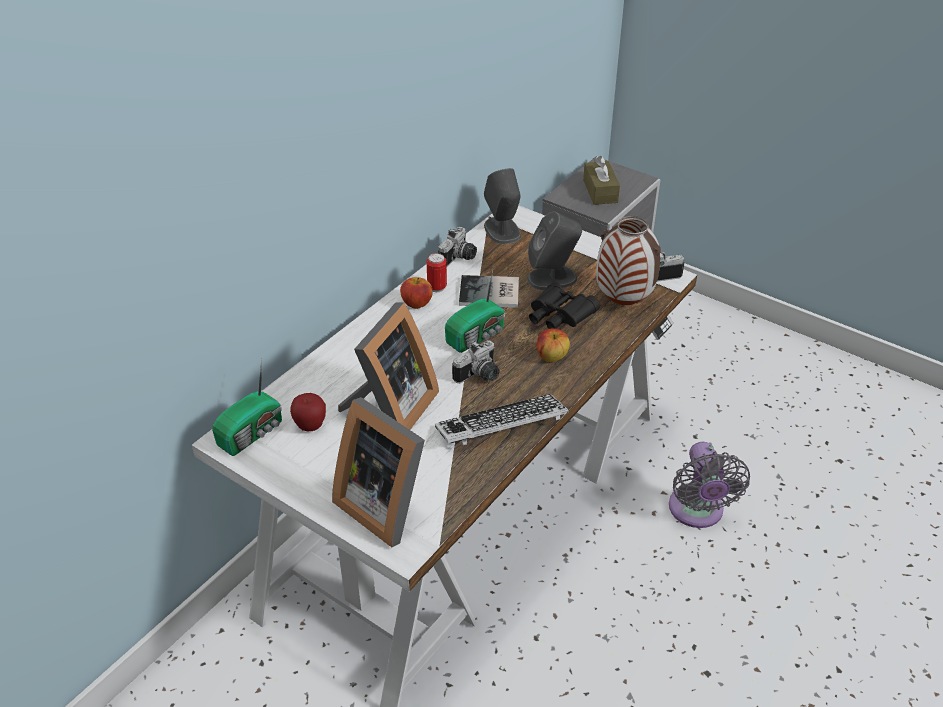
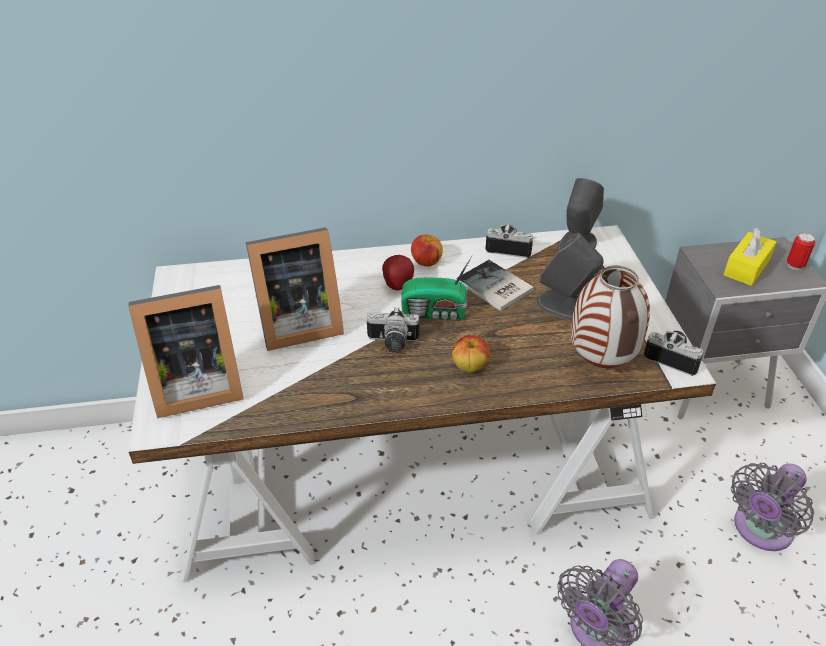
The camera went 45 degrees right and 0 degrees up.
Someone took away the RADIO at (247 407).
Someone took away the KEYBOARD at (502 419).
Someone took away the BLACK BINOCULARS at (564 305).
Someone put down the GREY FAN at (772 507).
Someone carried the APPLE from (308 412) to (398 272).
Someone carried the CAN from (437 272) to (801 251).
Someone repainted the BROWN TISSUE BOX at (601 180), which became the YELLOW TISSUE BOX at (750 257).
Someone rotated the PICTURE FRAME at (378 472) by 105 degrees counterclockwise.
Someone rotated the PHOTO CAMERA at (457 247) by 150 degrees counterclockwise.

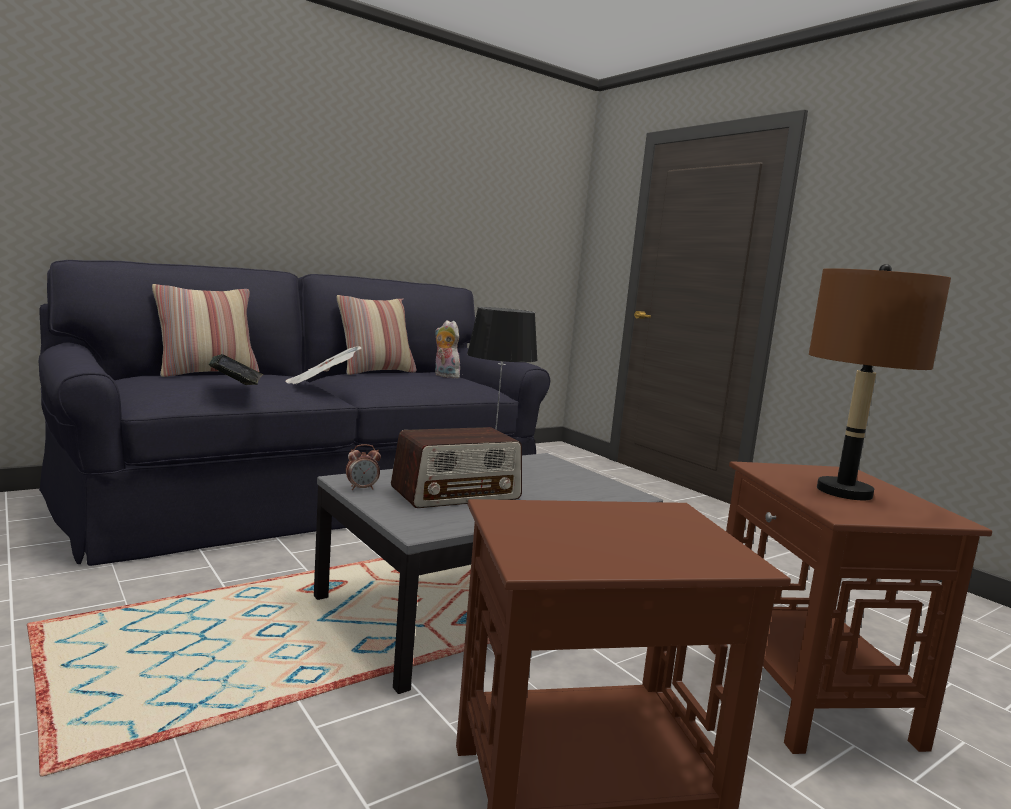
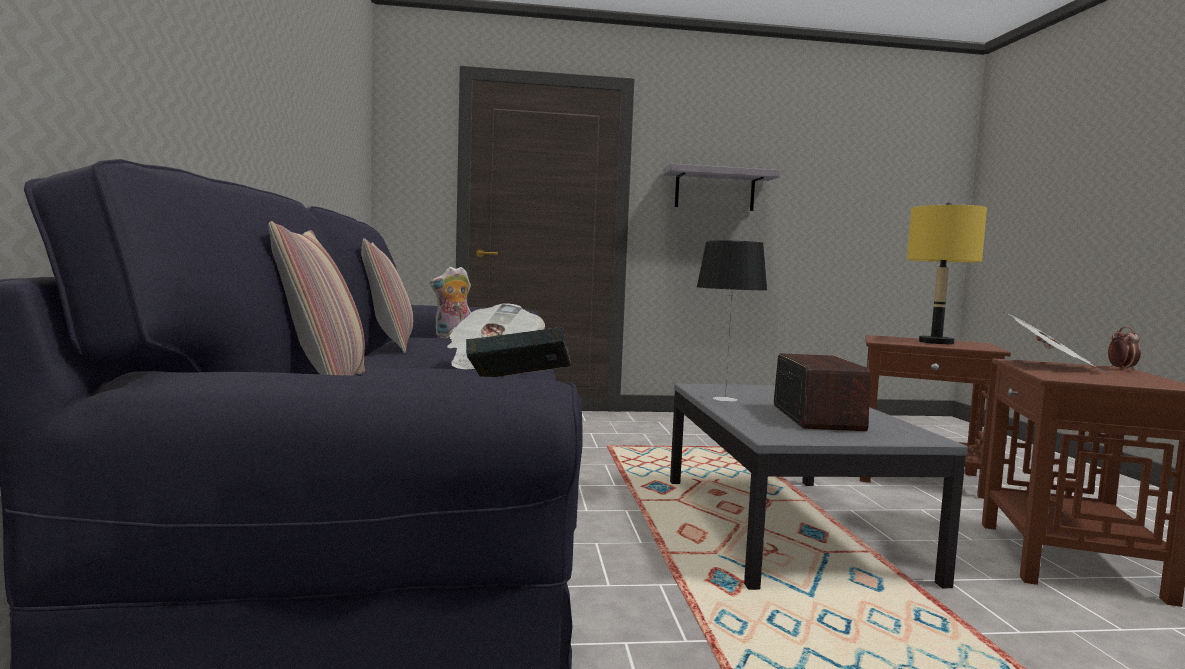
The camera went 60 degrees left and 5 degrees down.
Someone put up the GREY SHELF at (721 187).
Someone put down the NEWSPAPER at (1056 342).
Someone carried the ALARM CLOCK from (363 467) to (1124 349).
Someone repainted the BROWN TABLE LAMP at (880 382), which became the YELLOW TABLE LAMP at (947 273).

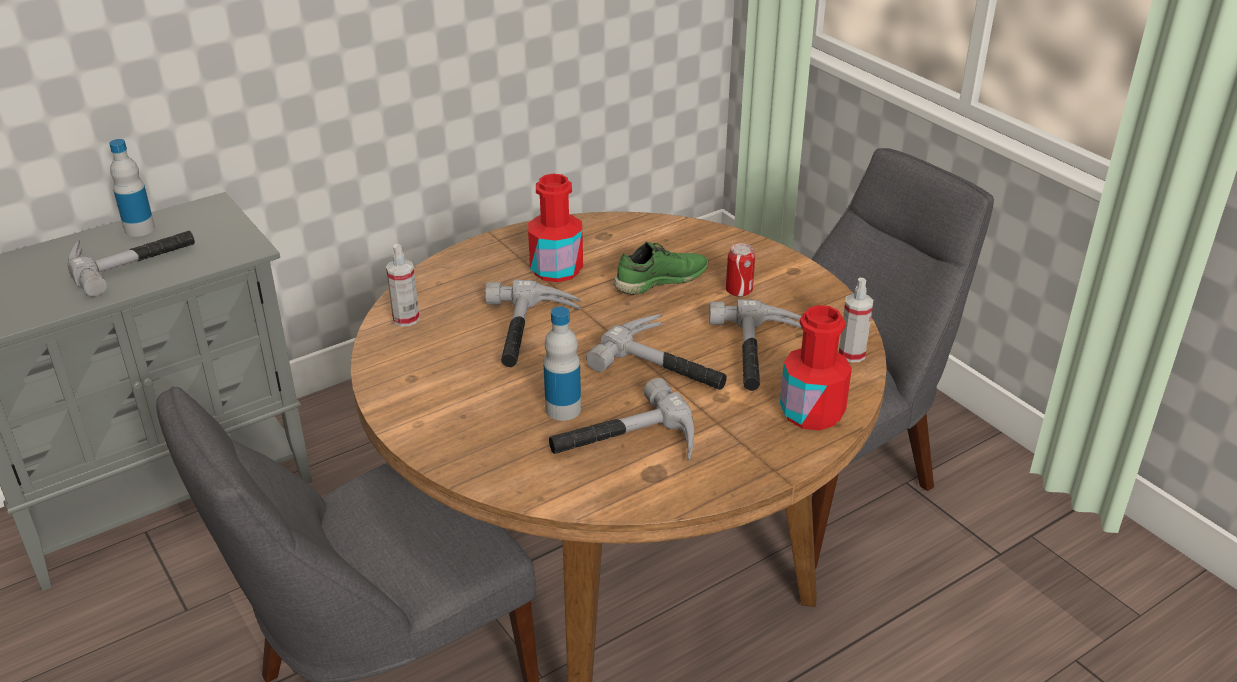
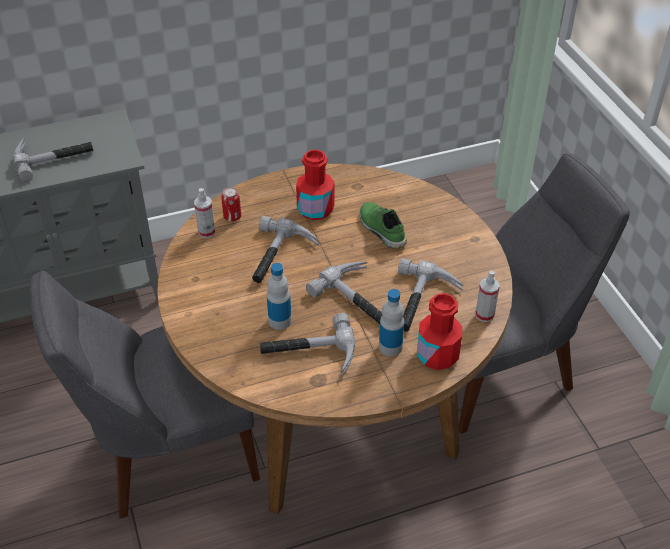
The camera went 15 degrees right and 10 degrees up.
Someone carried the BOTTLE from (132 188) to (392 322).
Someone carried the CAN from (740 270) to (231 204).
Someone rotated the GREEN SHOE at (661 268) by 105 degrees counterclockwise.

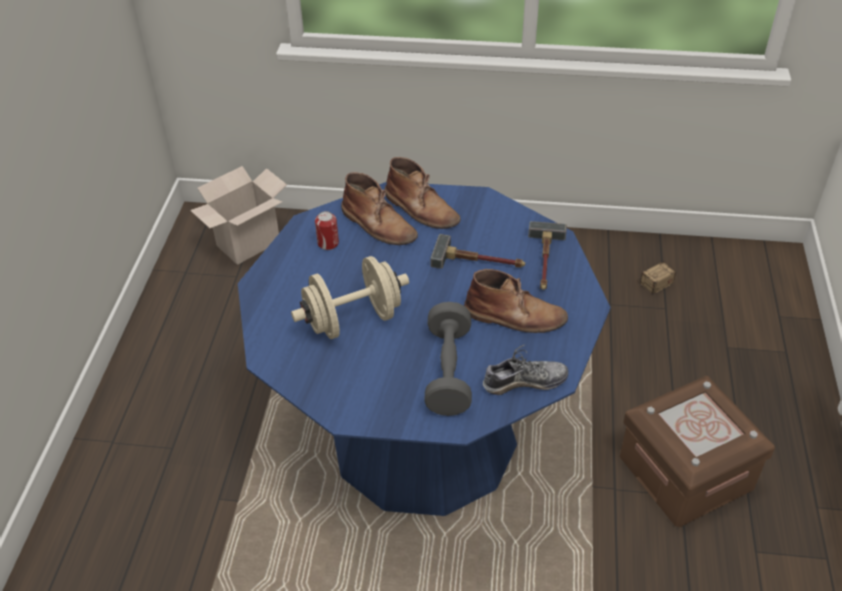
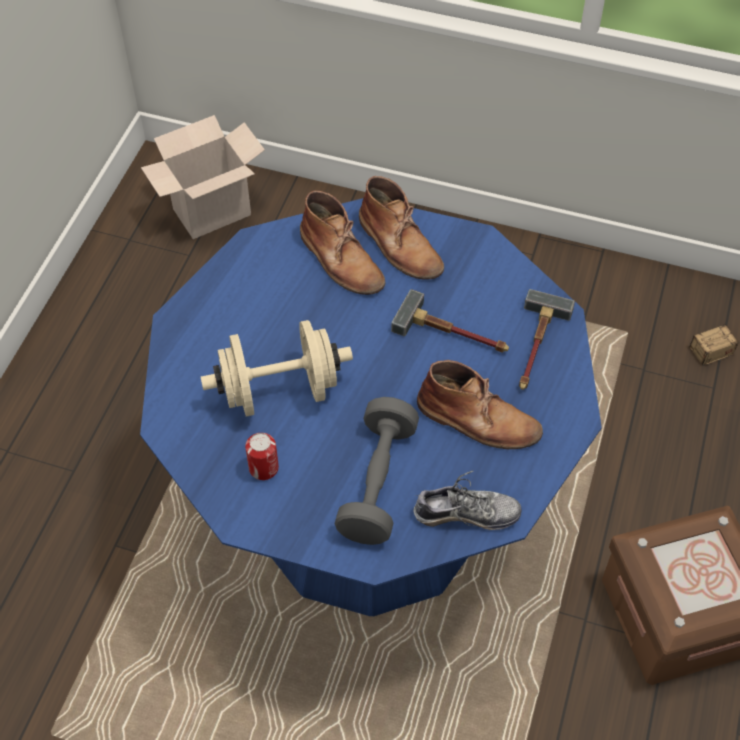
The camera went 10 degrees right and 10 degrees up.
Someone carried the CAN from (327 230) to (262 456).

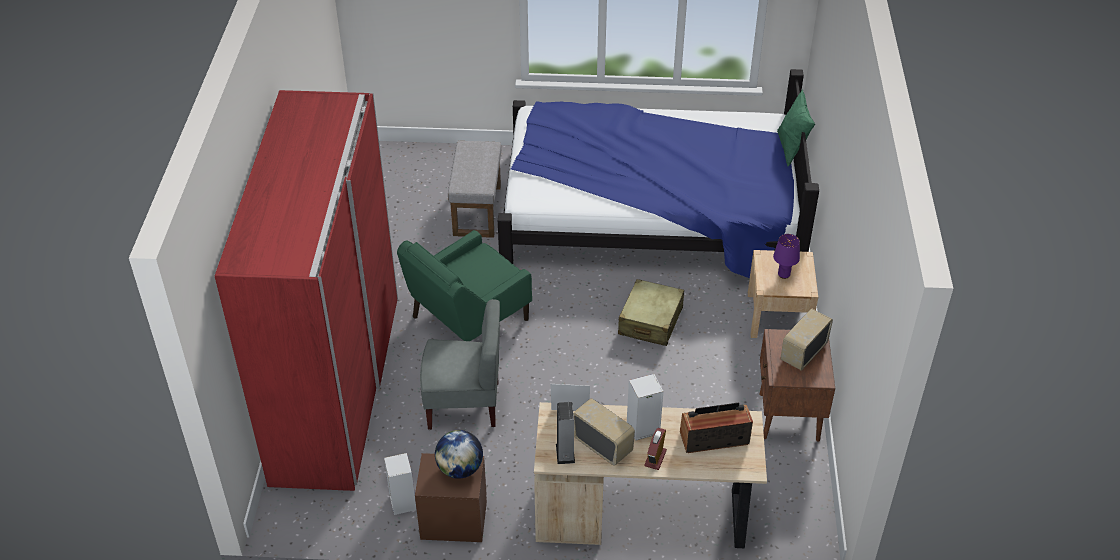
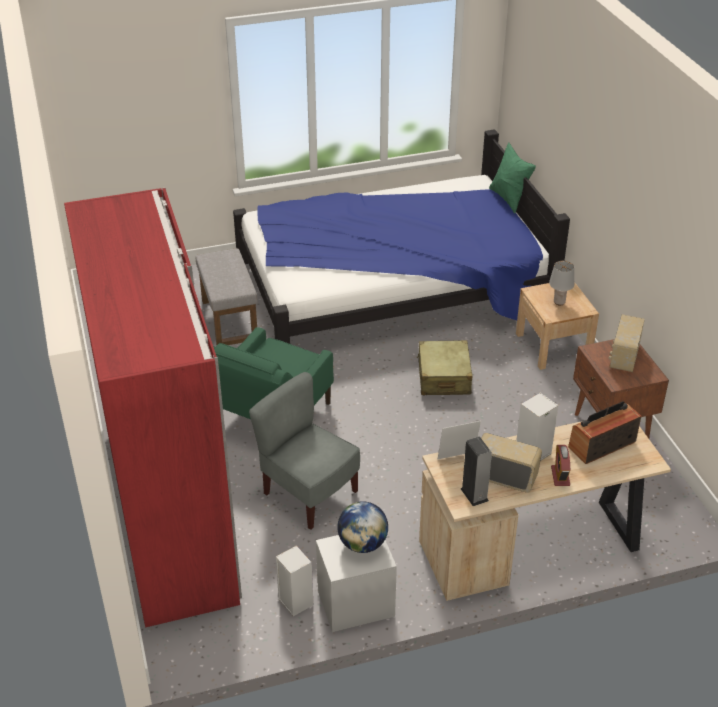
The camera went 20 degrees left and 5 degrees down.
Someone repainted the BROWN NIGHTSTAND at (451 497), which became the GREY NIGHTSTAND at (356 583).
Someone repainted the PURPLE TABLE LAMP at (786 256), which became the GREY TABLE LAMP at (561 283).
Someone rotated the GREY CHAIR at (460 364) by 120 degrees counterclockwise.

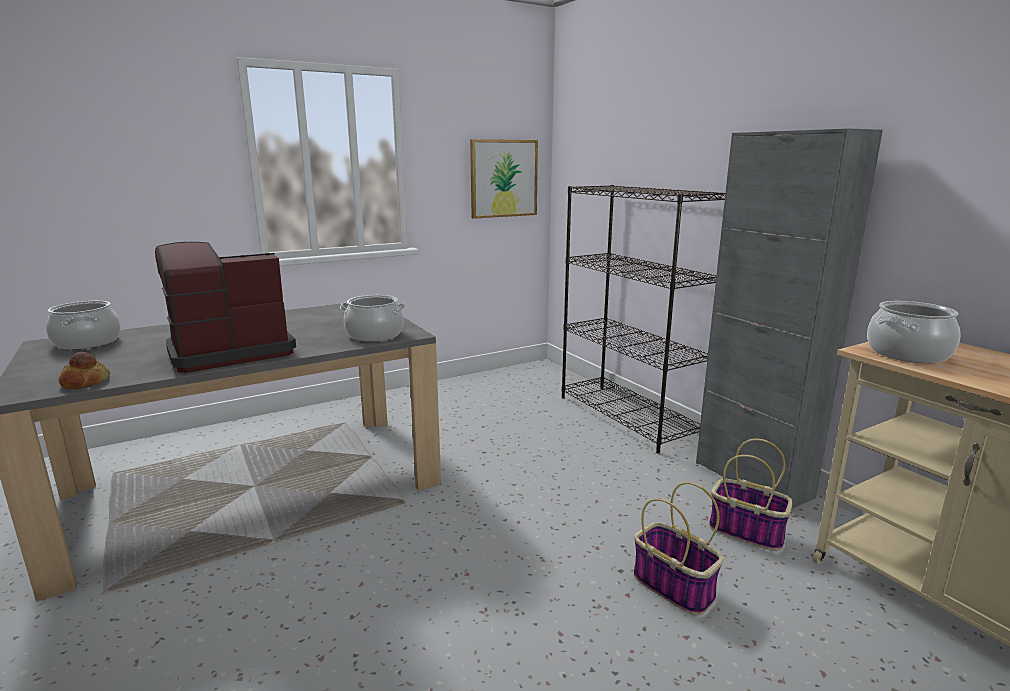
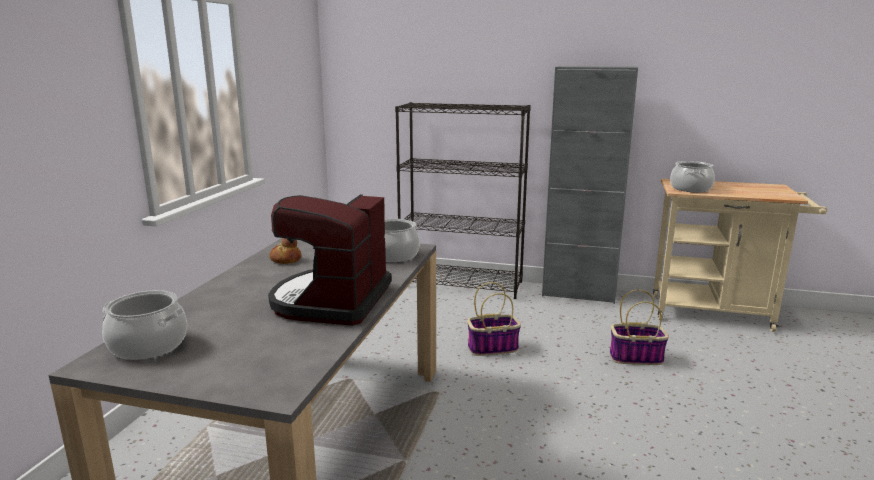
The camera went 45 degrees left and 0 degrees up.
Someone took away the PICTURE at (504 179).
Someone carried the BREAD from (84 370) to (285 251).
Someone carried the BASKET from (751 495) to (494 319).

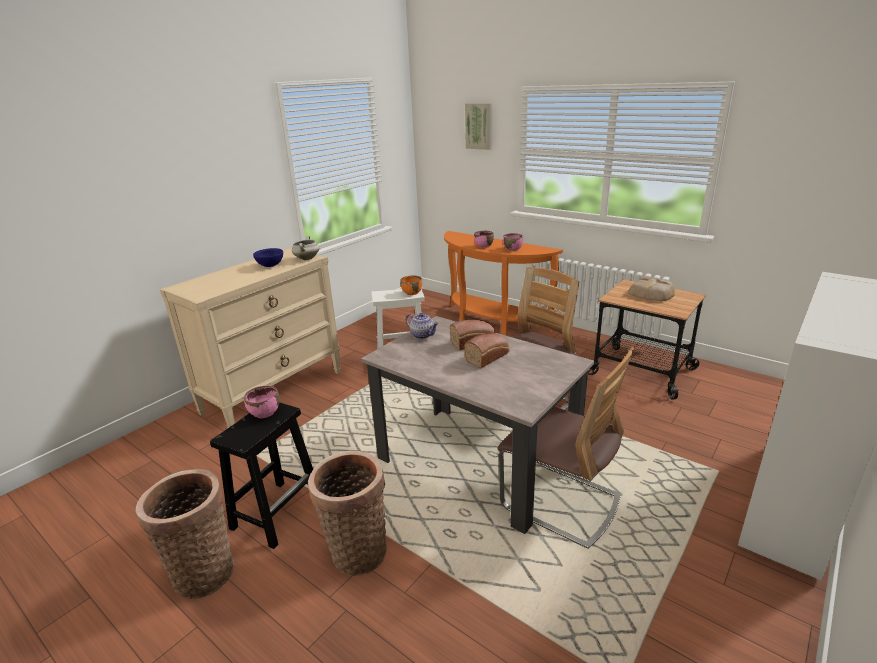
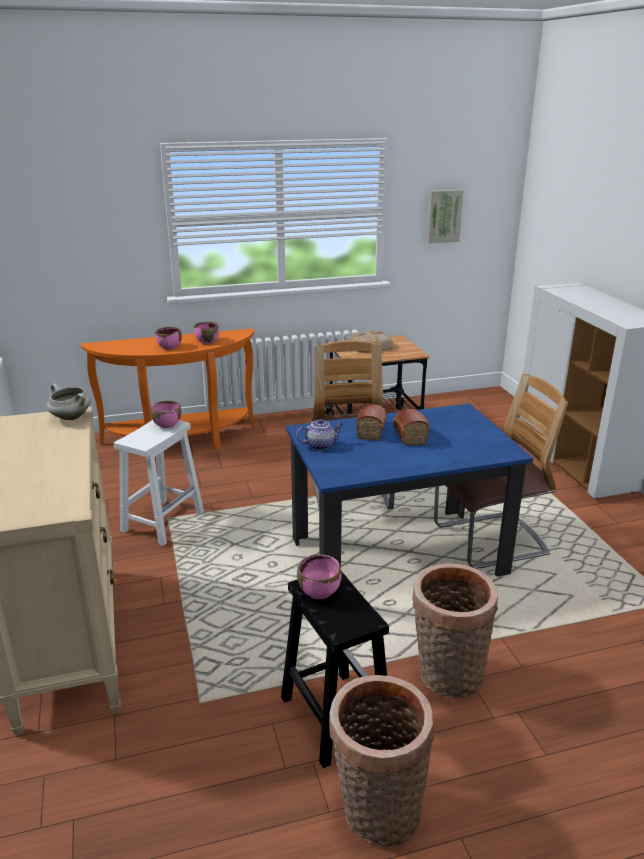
The camera went 55 degrees left and 0 degrees up.
Someone took away the BLUE BOWL at (268 257).
Someone carried the PICTURE from (478 126) to (445 217).
Someone repainted the BEIGE DINING TABLE at (477 425), which became the BLUE DINING TABLE at (409 490).
Someone repainted the ORANGE BOWL at (411 285), which became the PINK BOWL at (165 414).

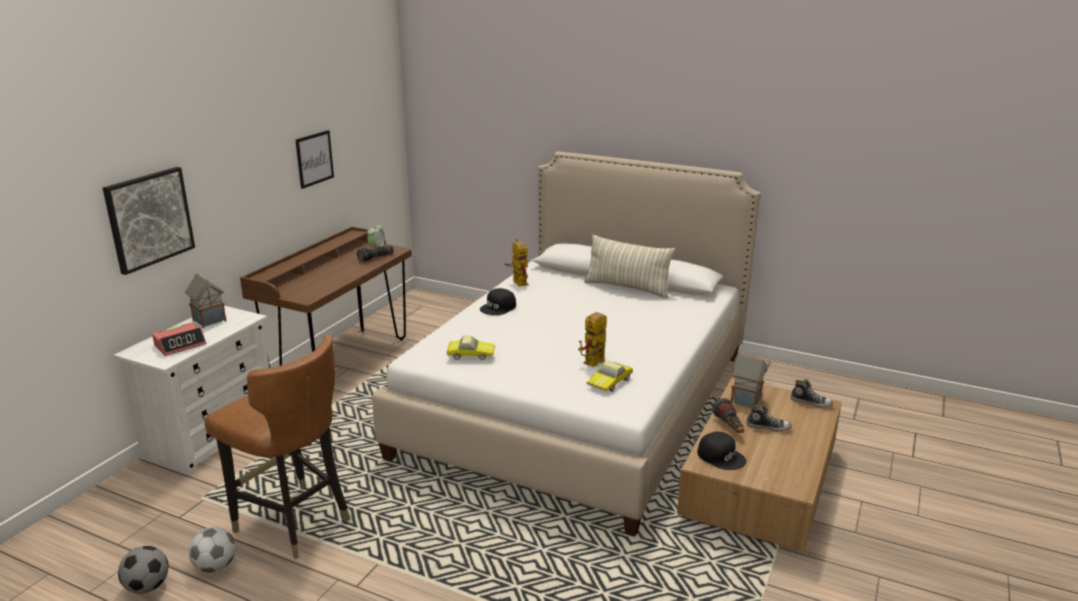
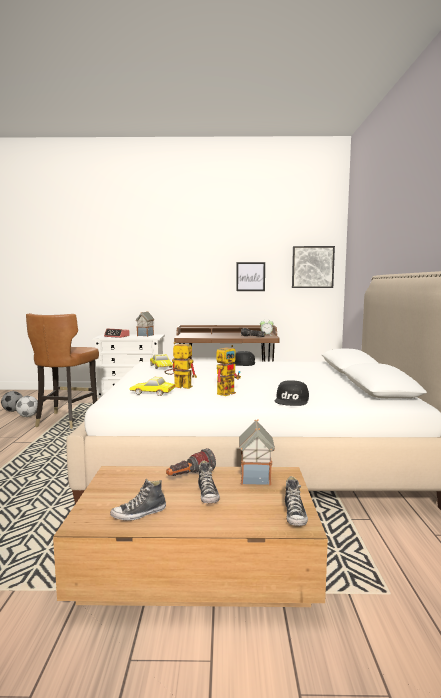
The camera went 65 degrees right and 15 degrees down.
Someone took away the PILLOW at (629 267).
Someone put down the SHOE at (138 500).
Someone carried the PICTURE from (149 221) to (313 267).
Someone carried the TOY ROBOT from (516 263) to (229 370).
Someone carried the BLACK CAP from (721 451) to (291 393).

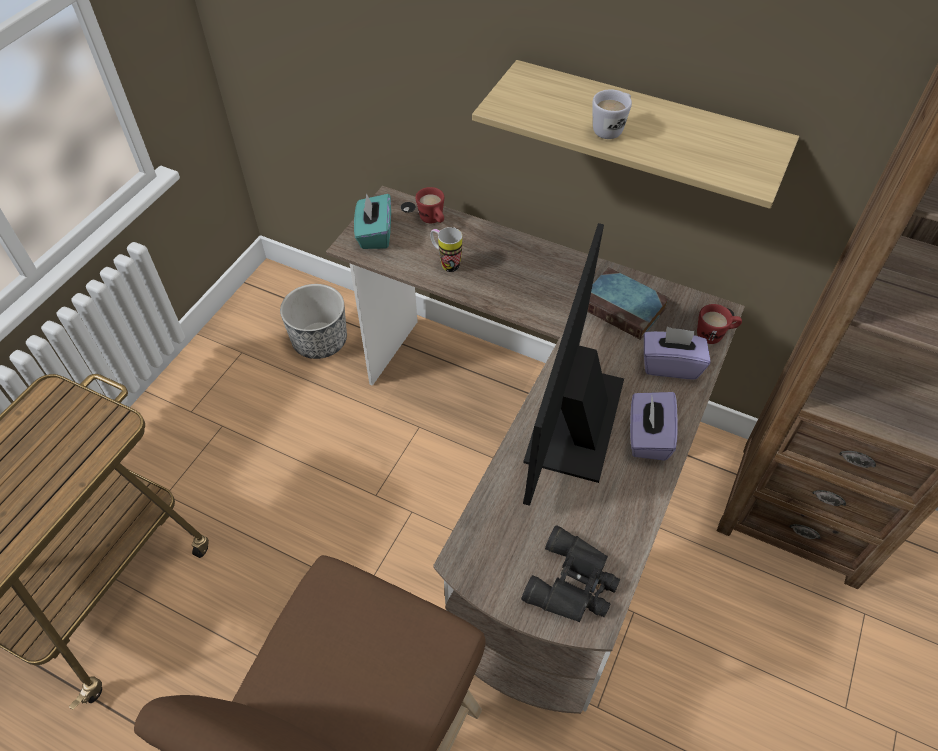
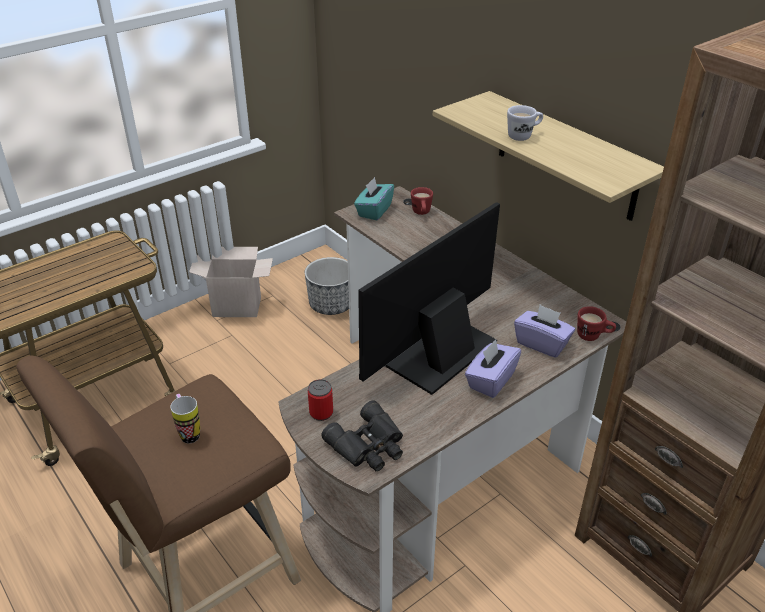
The camera went 25 degrees right and 15 degrees down.
Someone took away the BOOK at (628 303).
Someone put down the CARDBOARD BOX at (231 282).
Someone put down the CAN at (320 400).
Someone carried the MUG from (446 249) to (185 418).

